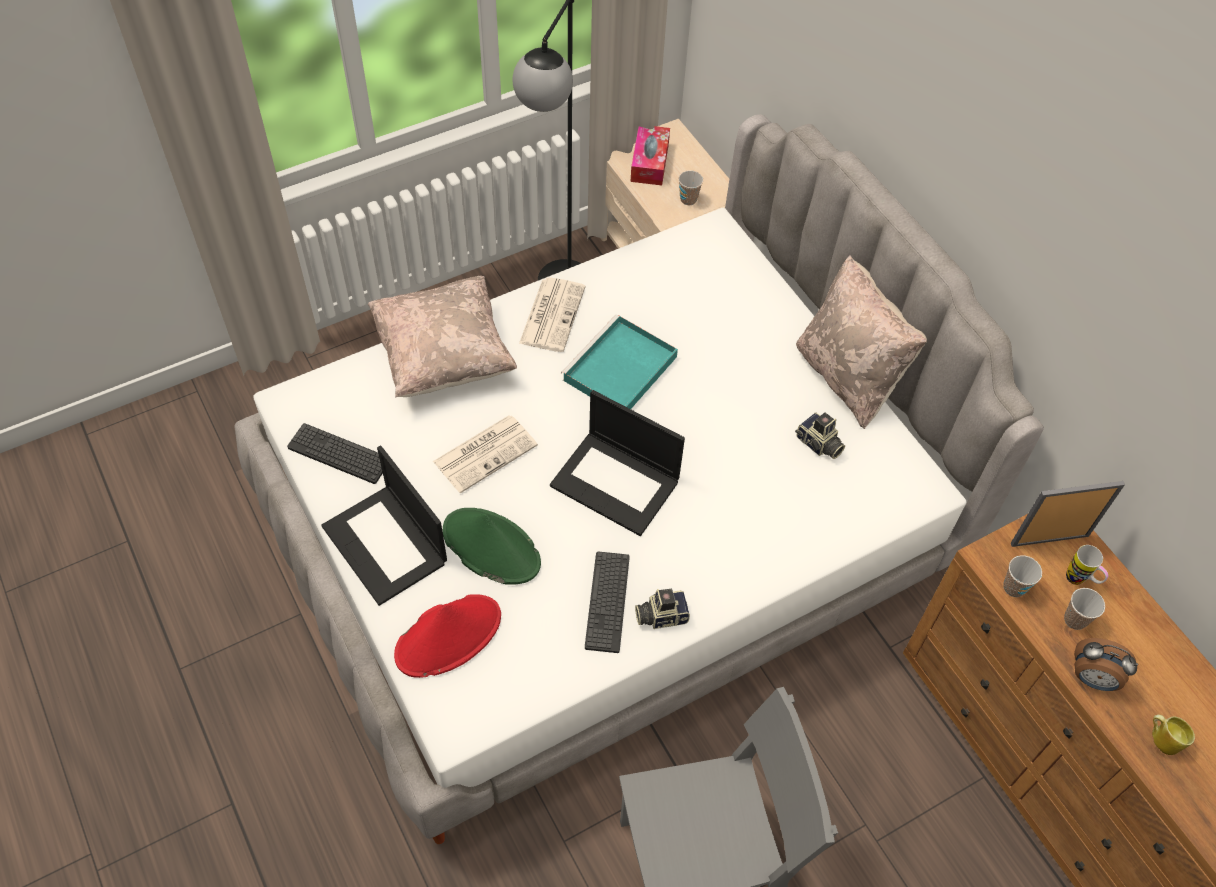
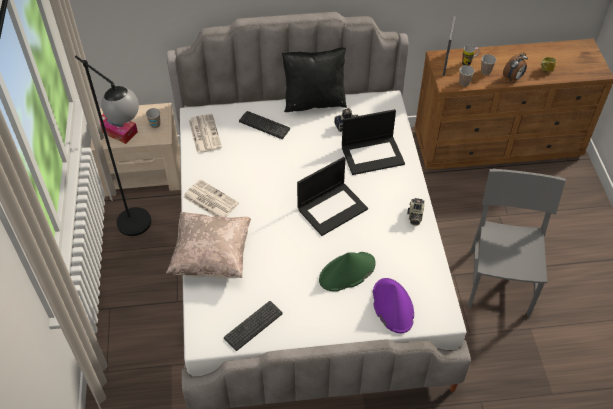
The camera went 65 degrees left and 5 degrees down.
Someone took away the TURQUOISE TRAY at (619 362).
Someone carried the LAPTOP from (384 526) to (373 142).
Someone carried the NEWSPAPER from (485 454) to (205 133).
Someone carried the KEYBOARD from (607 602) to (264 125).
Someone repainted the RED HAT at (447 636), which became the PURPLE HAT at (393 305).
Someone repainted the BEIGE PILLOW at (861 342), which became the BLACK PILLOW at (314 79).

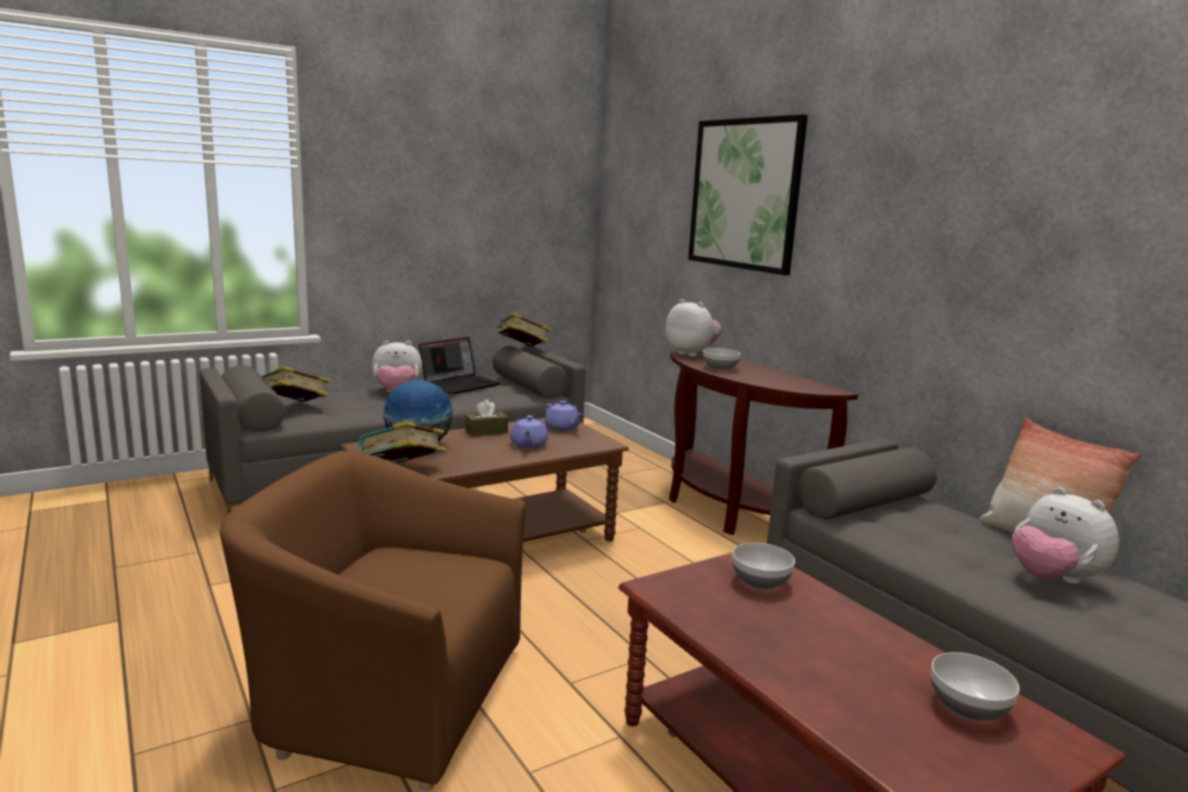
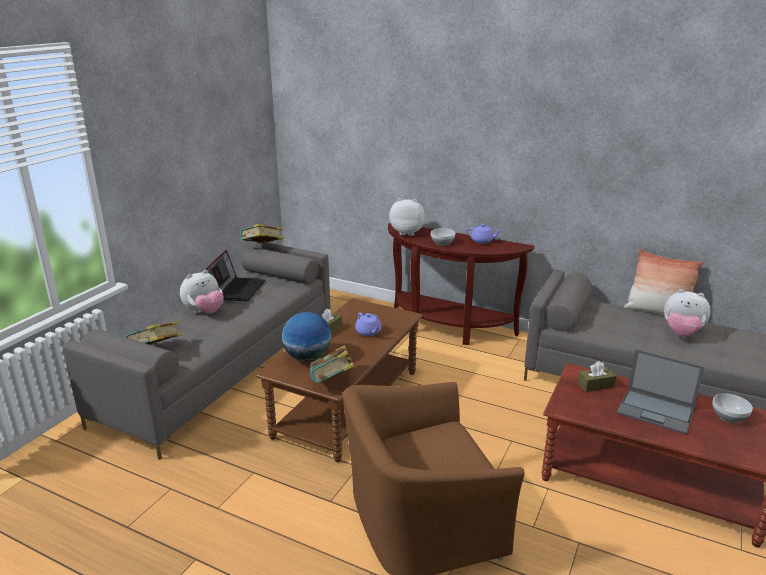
The camera went 30 degrees left and 10 degrees up.
Someone took away the PICTURE at (748 194).
Someone put down the LAPTOP at (661 391).
Someone carried the PURPLE TEAPOT from (564 416) to (483 234).
Someone swapped the BOWL at (763 566) for the BROWN TISSUE BOX at (596 376).

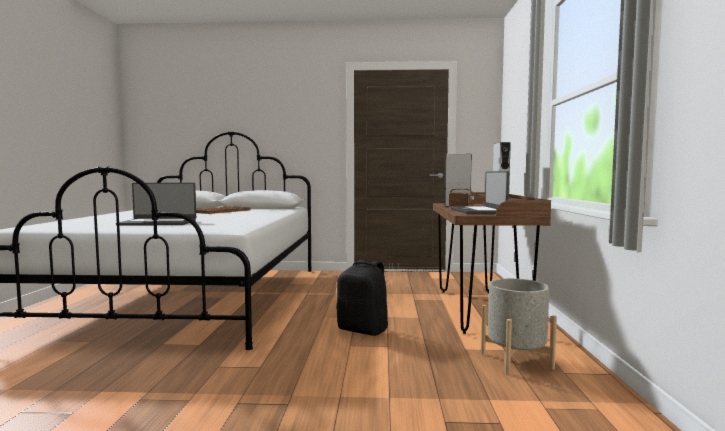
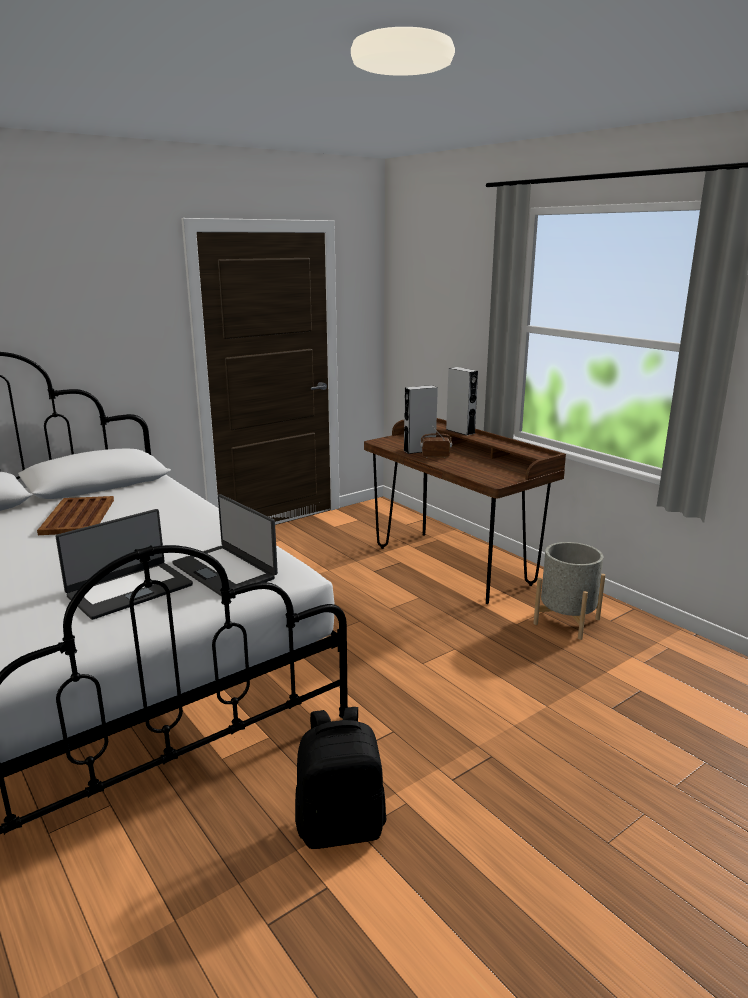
The camera went 40 degrees left and 15 degrees up.
Someone carried the BLACK BACKPACK from (362 297) to (341 778).
Someone carried the LAPTOP from (480 192) to (225 545).

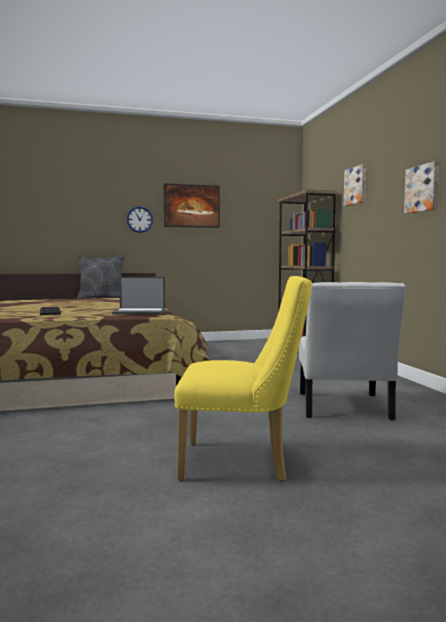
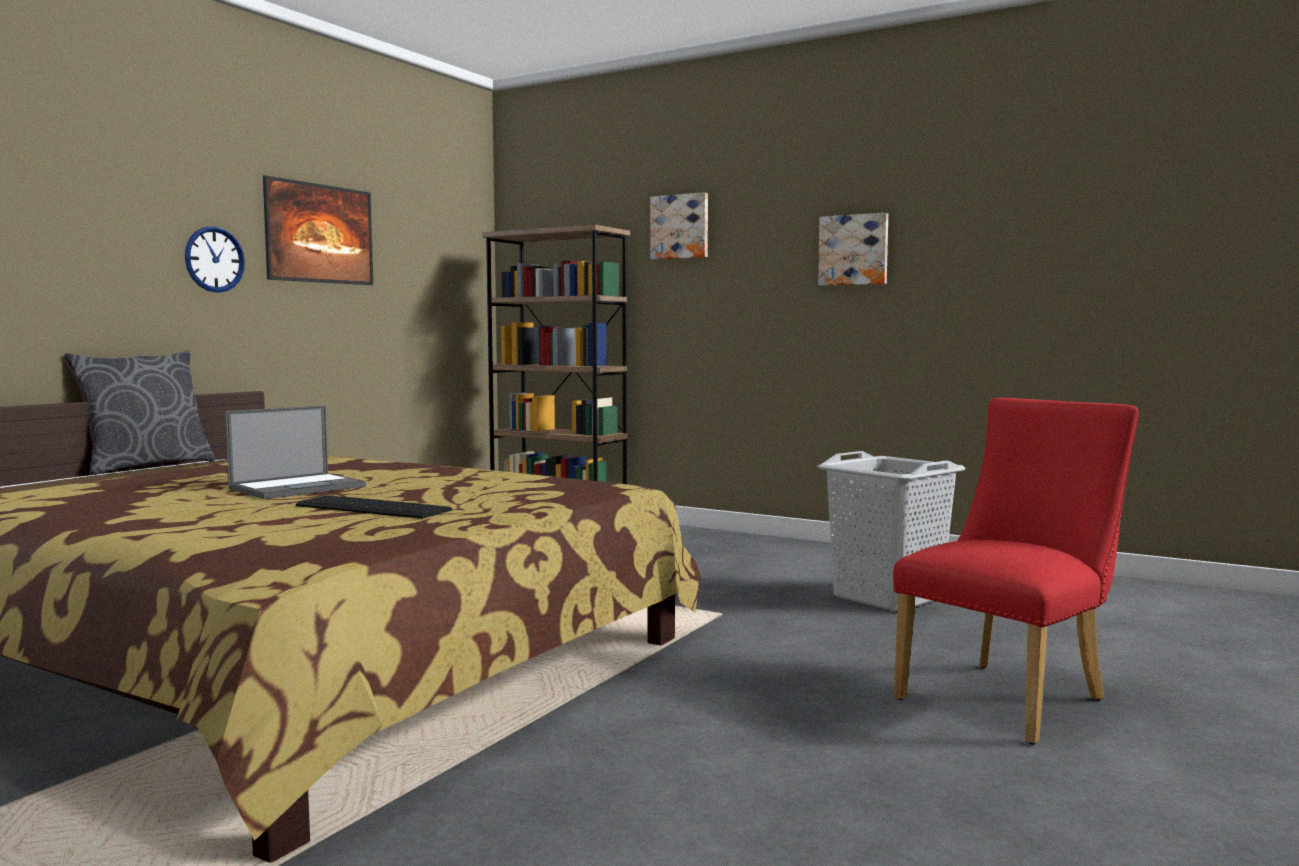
The camera went 45 degrees left and 0 degrees up.
Someone carried the LAPTOP from (138 295) to (295 452).
Someone swapped the WHITE CHAIR at (352 351) for the GREY LAUNDRY BASKET at (891 531).
Someone repainted the YELLOW CHAIR at (243 378), which became the RED CHAIR at (1016 571).

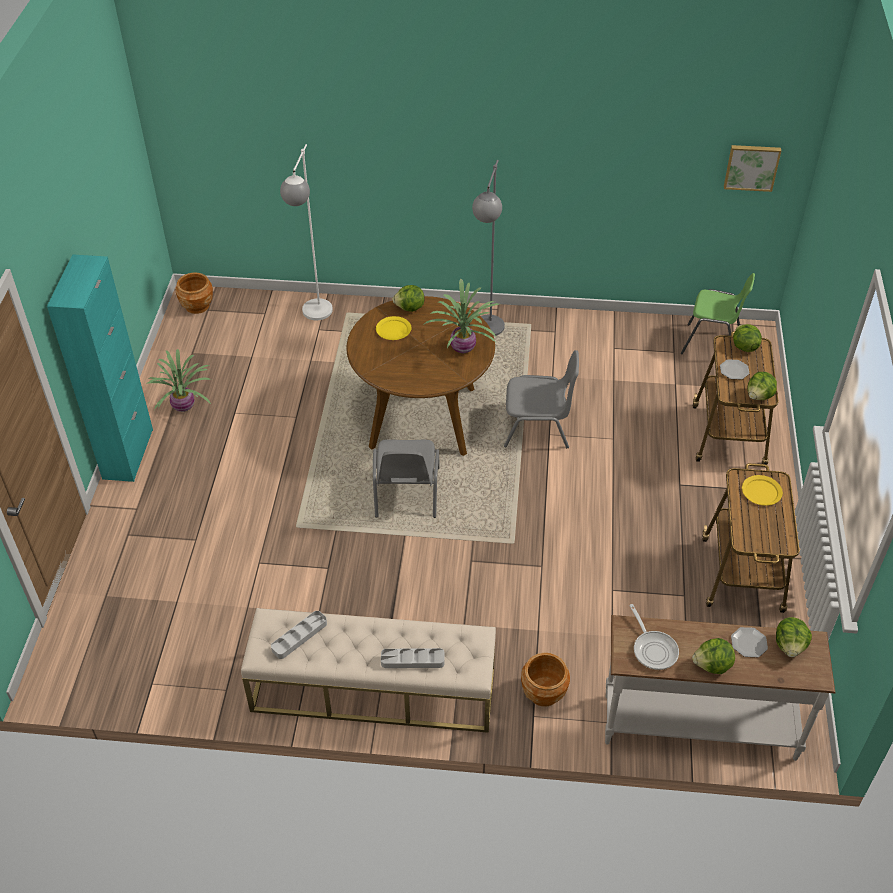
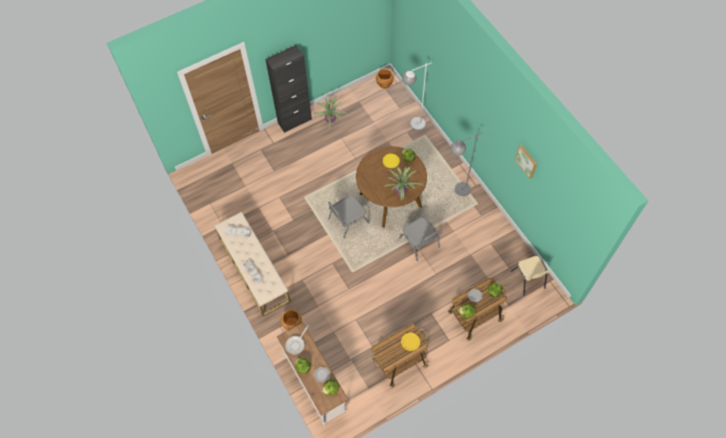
The camera went 55 degrees right and 15 degrees up.
Someone carried the PICTURE from (752 168) to (526 162).
Someone repainted the TURQUOISE CABINET at (100 368), which became the BLACK CABINET at (288 89).
Someone repainted the GREEN CHAIR at (718 313), which became the BEIGE CHAIR at (530 276).

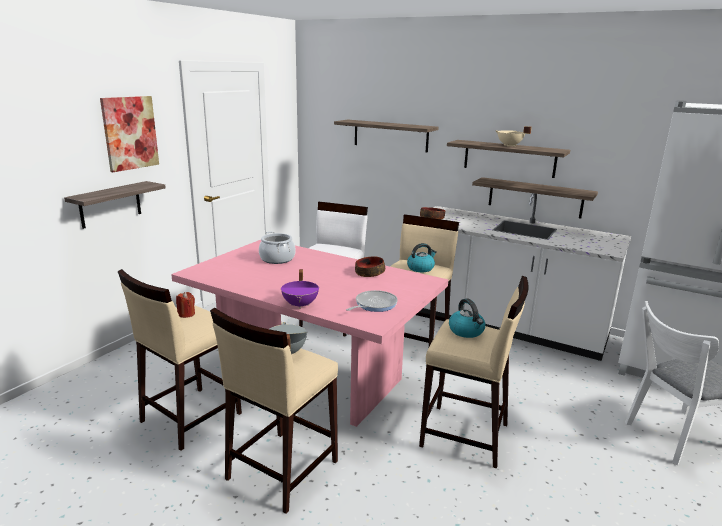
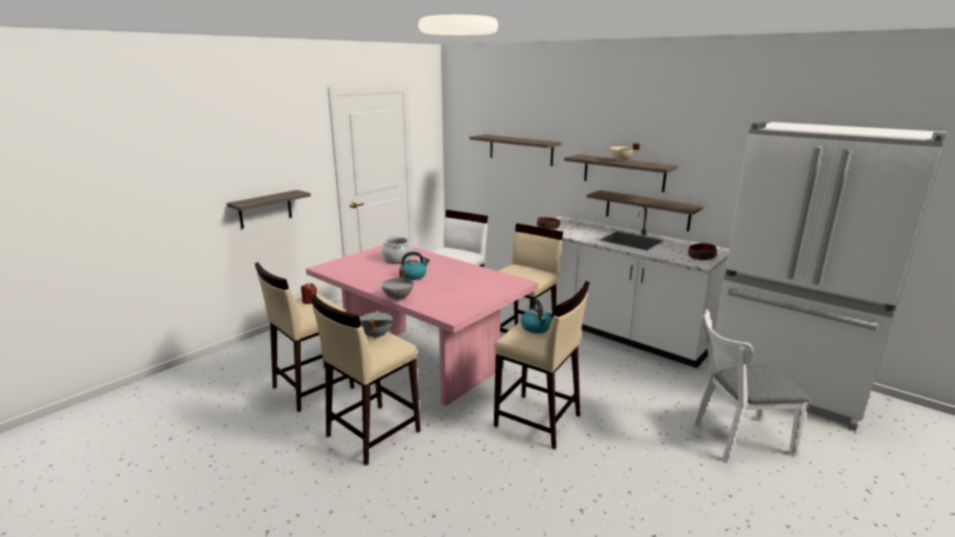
The camera went 10 degrees right and 0 degrees up.
Someone took away the PICTURE at (129 134).
Someone took away the FRYING PAN at (372 301).
Someone carried the BOWL from (370 267) to (702 251).
Someone carried the KETTLE from (422 257) to (414 265).
Someone repainted the PURPLE COOKING POT at (300 289), which became the GREY COOKING POT at (397 284).

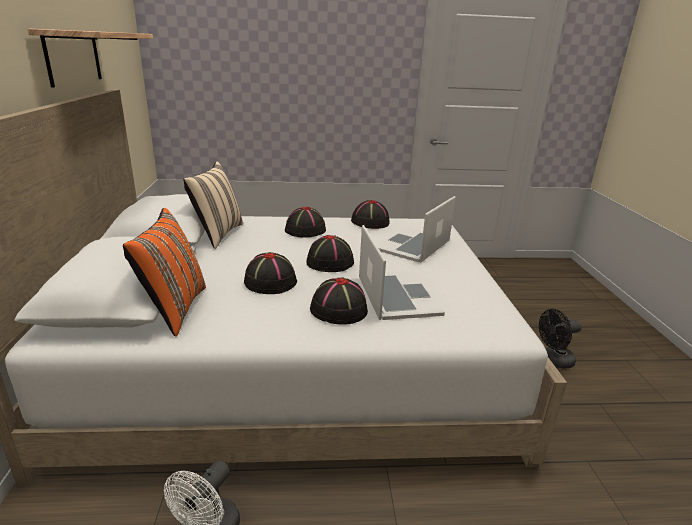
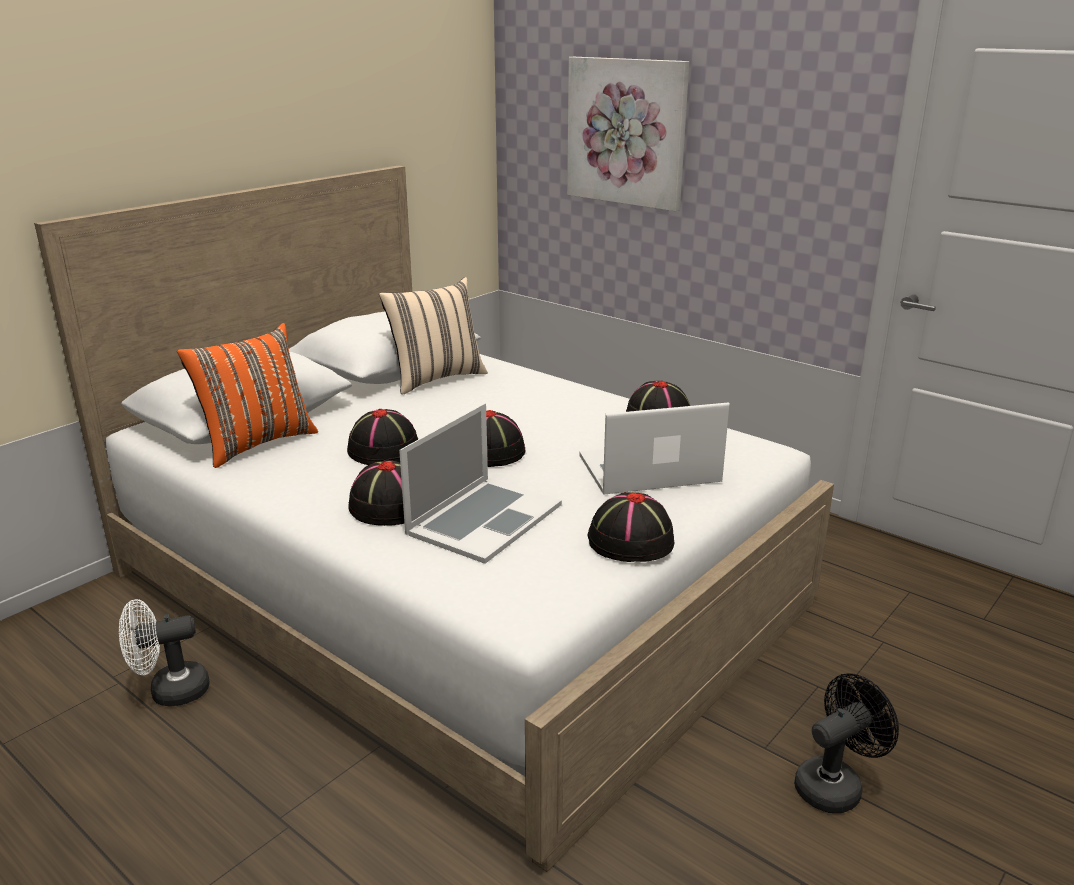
The camera went 45 degrees right and 0 degrees up.
Someone took away the SHELF at (90 58).
Someone put up the PICTURE at (628 134).
Someone carried the BLACK HAT from (305 222) to (631 527).
Someone rotated the BLACK FAN at (560 339) by 120 degrees clockwise.

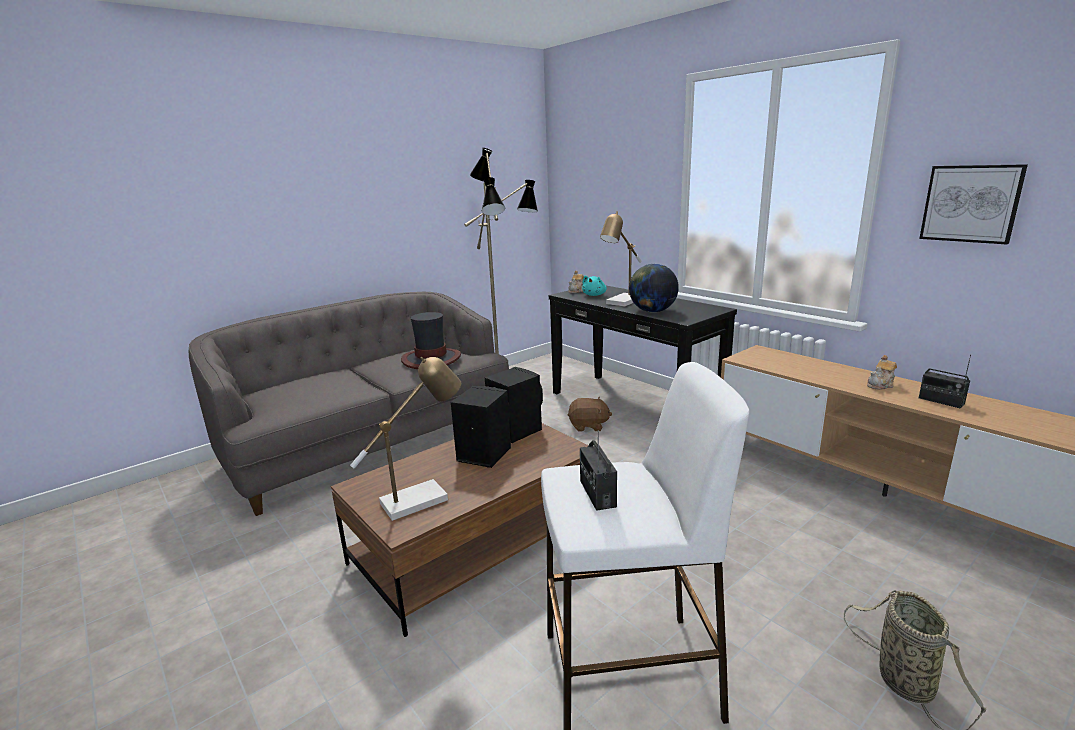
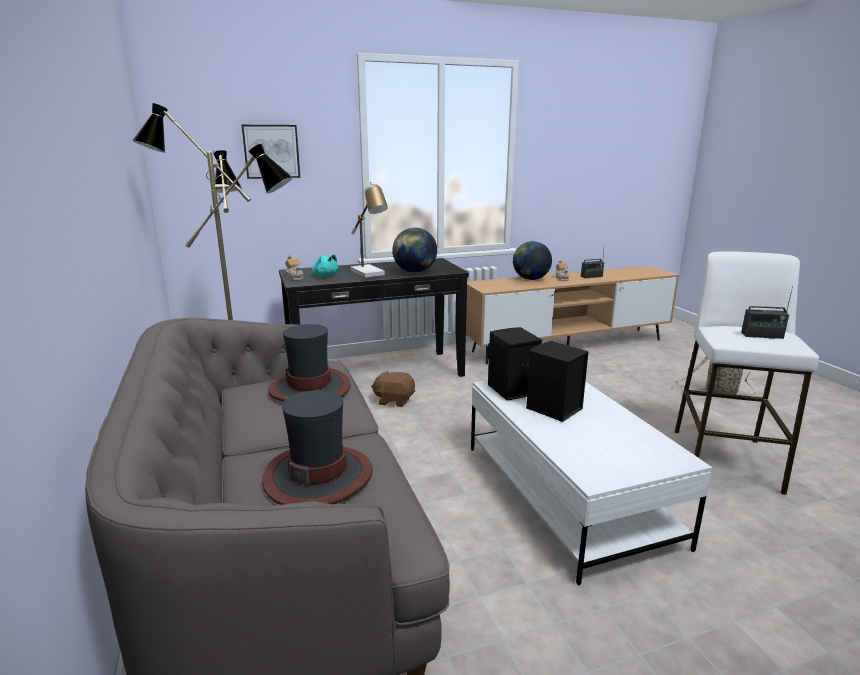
The camera went 70 degrees left and 0 degrees up.
Someone took away the TABLE LAMP at (405 439).
Someone put down the HAT at (317 447).
Someone put down the GLOBE at (532 260).
Someone carried the PICTURE from (973 204) to (271 152).
Someone repainted the BROWN COFFEE TABLE at (459 530), which became the WHITE COFFEE TABLE at (591 482).
Someone rotated the BROWN PLUSH TOY at (590 414) by 105 degrees counterclockwise.

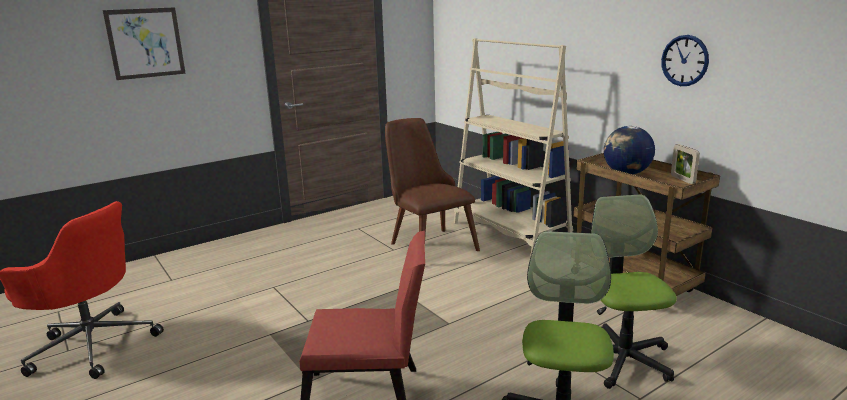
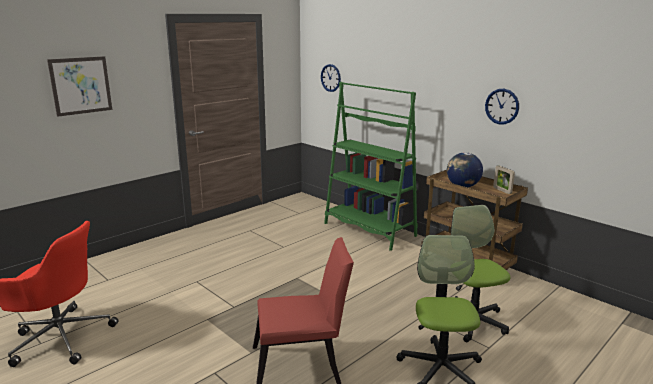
The camera went 10 degrees left and 0 degrees up.
Someone took away the BROWN CHAIR at (432 184).
Someone put up the WALL CLOCK at (331 78).
Someone repainted the BEIGE BOOKCASE at (513 148), which became the GREEN BOOKCASE at (371 166).

